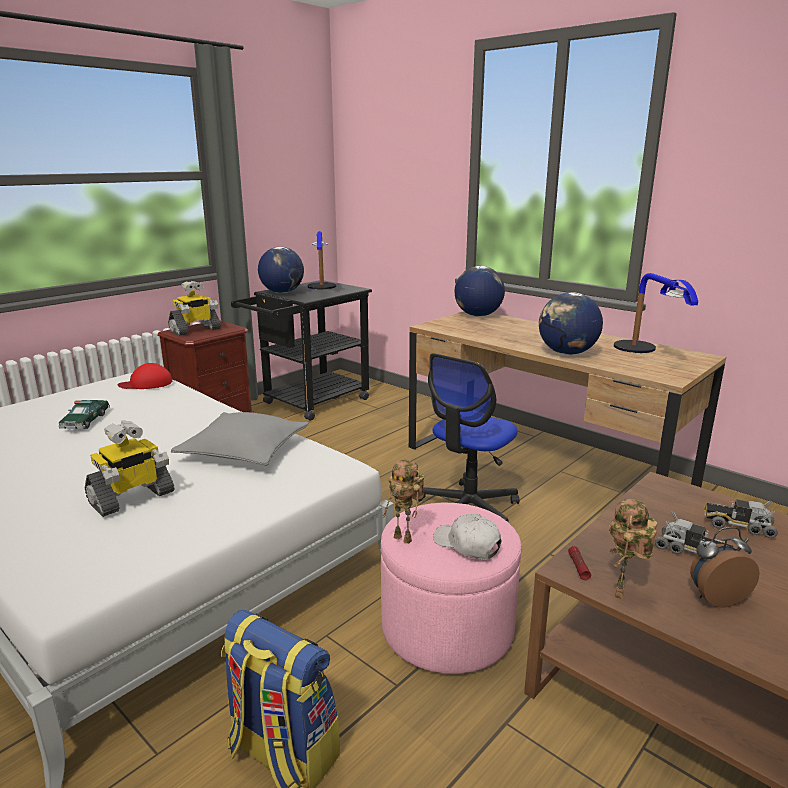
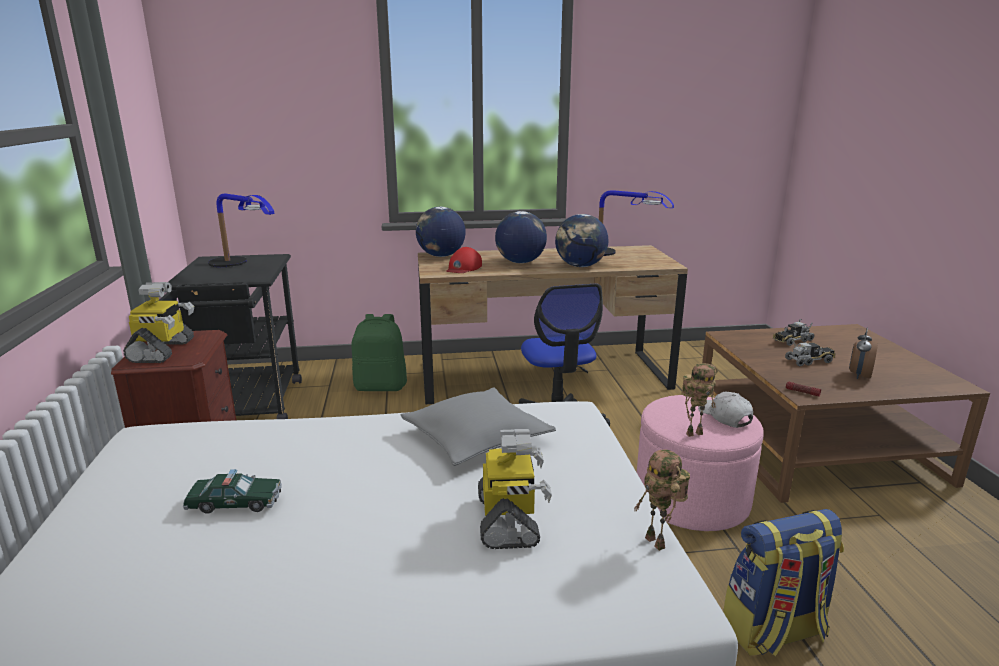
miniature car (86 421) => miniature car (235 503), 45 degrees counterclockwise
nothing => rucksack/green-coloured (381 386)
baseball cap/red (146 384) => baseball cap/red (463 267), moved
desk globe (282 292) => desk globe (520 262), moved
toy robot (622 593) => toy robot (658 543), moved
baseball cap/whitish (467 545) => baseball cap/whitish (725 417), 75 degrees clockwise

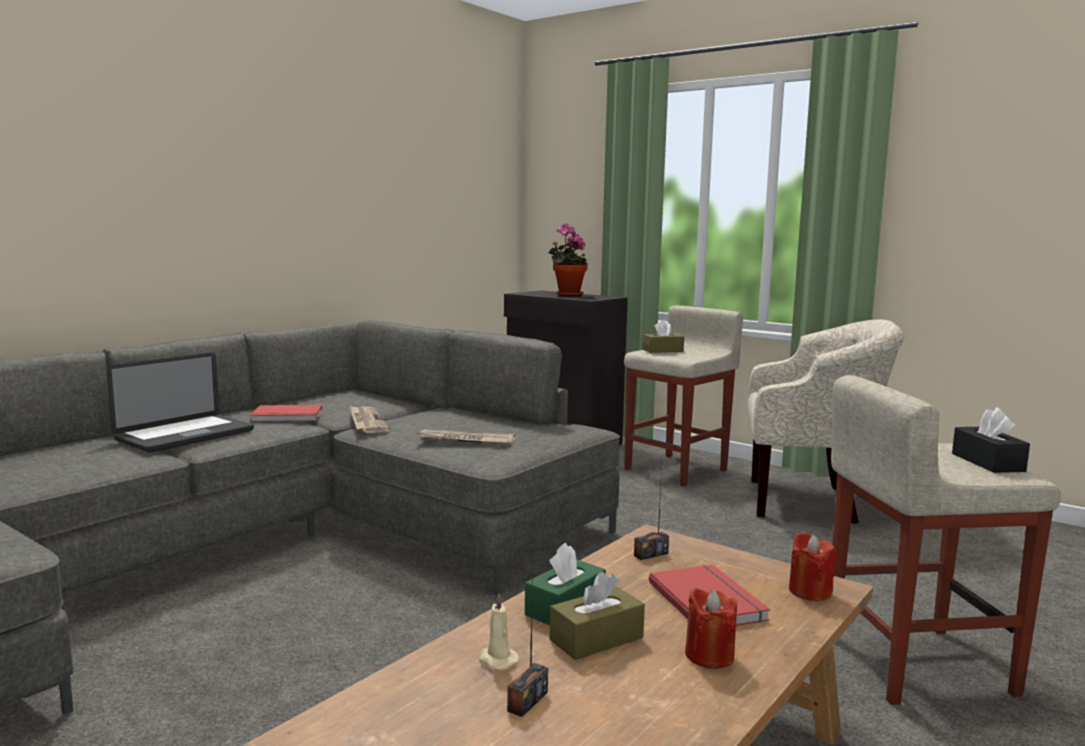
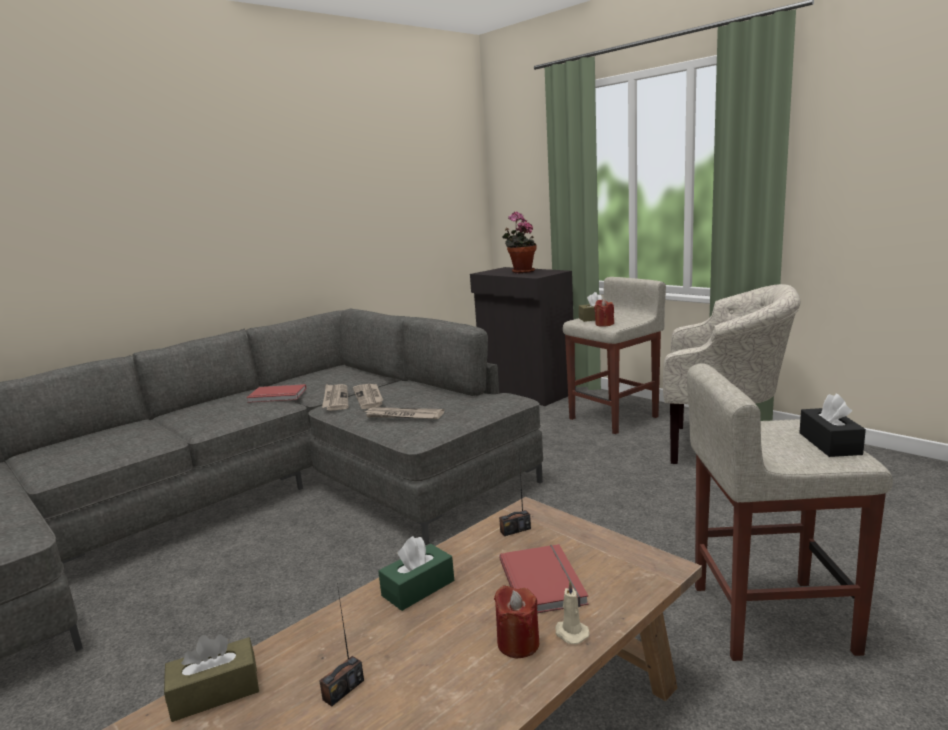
tissue holder/brown-coloured (596 639) => tissue holder/brown-coloured (215 692), moved
nothing => printed paper (369 397)
wax candle/sand-coloured (496 660) => wax candle/sand-coloured (570 633), moved
wax candle/red (809 591) => wax candle/red (604 324), moved
portable computer (185 435) => nothing

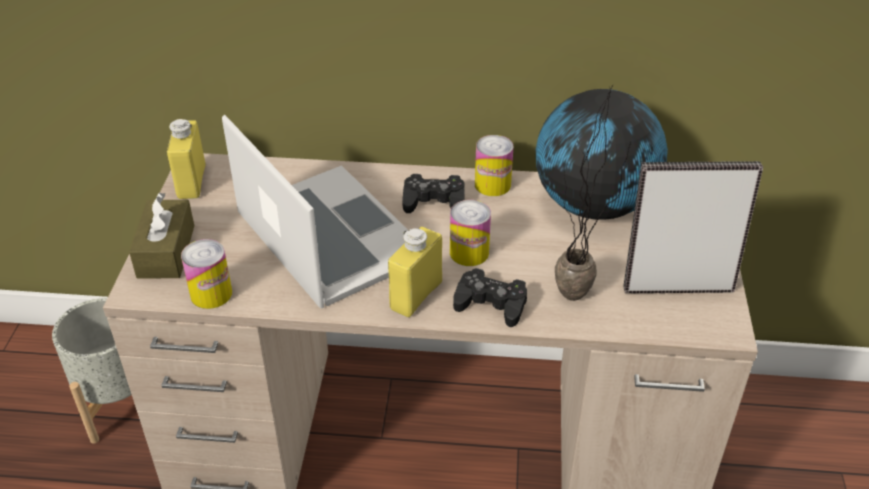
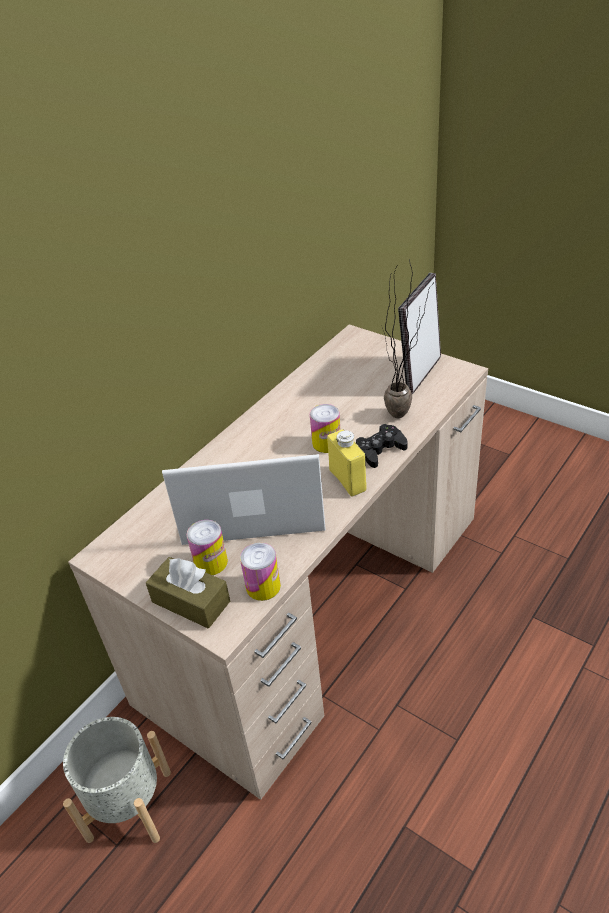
can (492 185) => can (211 562), moved
drink bottle/yellow-coloured (191 182) => nothing
gamepad/blackish (434 201) => nothing
desk globe (594 206) => nothing

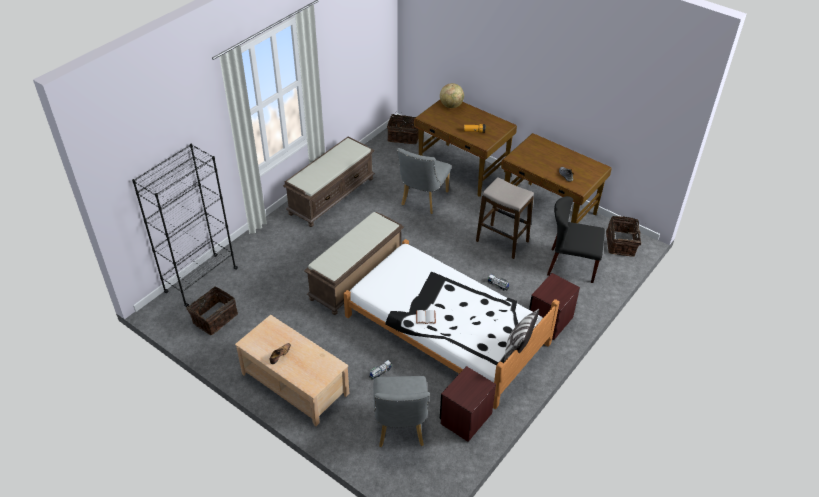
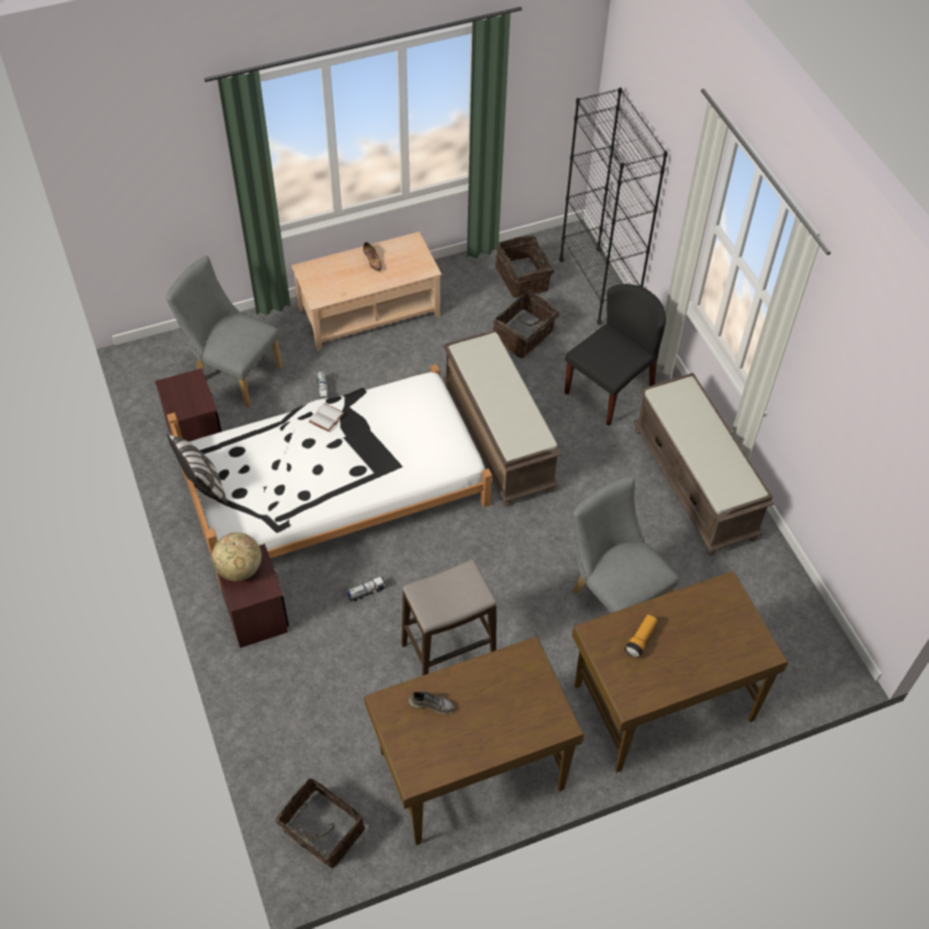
desk globe (451 105) => desk globe (239 569), moved
household basket (404 136) => household basket (524 336), moved
chair/blackish (571 265) => chair/blackish (609 389), moved

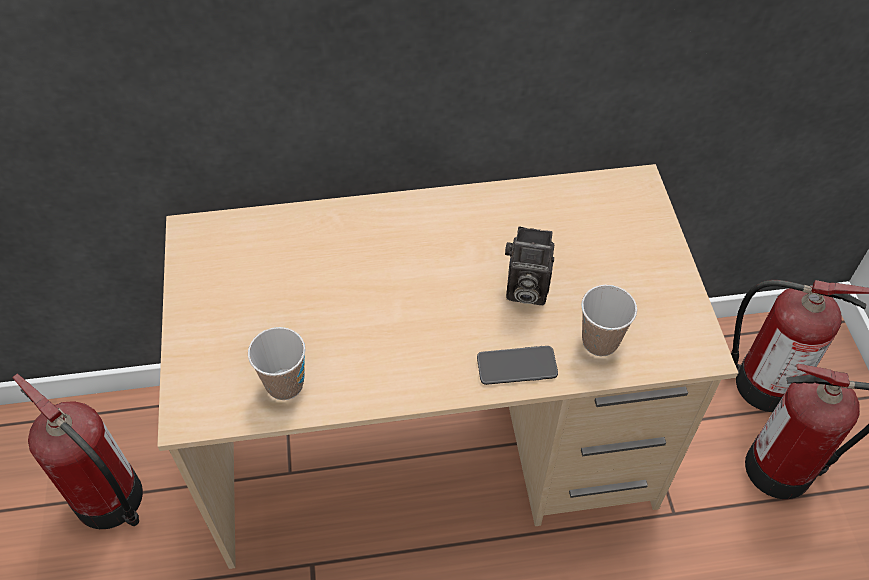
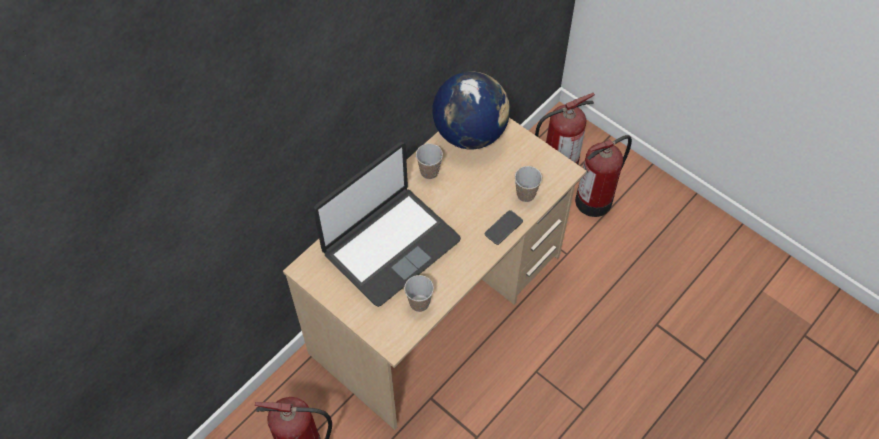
nothing => portable computer (390 245)
nothing => cup (429 172)
nothing => desk globe (470 133)
photo camera (524 290) => nothing

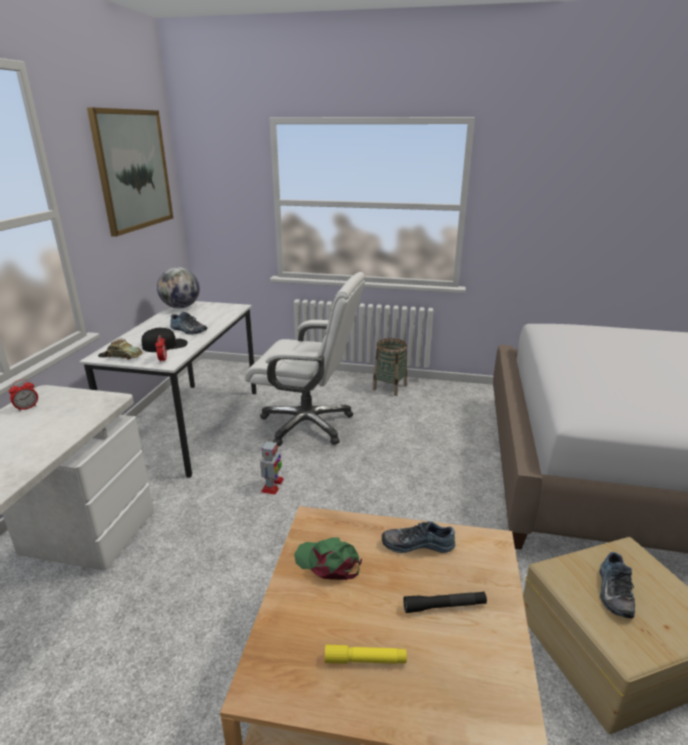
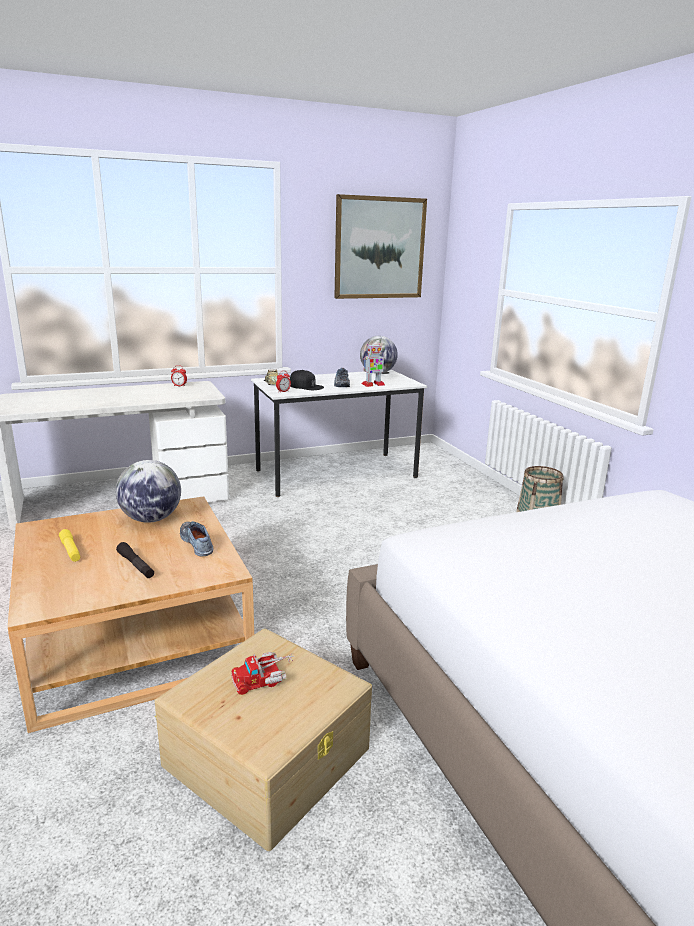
baseball cap/green-coloured (328 562) => desk globe (151 519)
item of footwear (613 591) => toy lorry (264 678)
toy robot (272 486) => toy robot (373 384), moved
office chair/whitish (308 424) => nothing

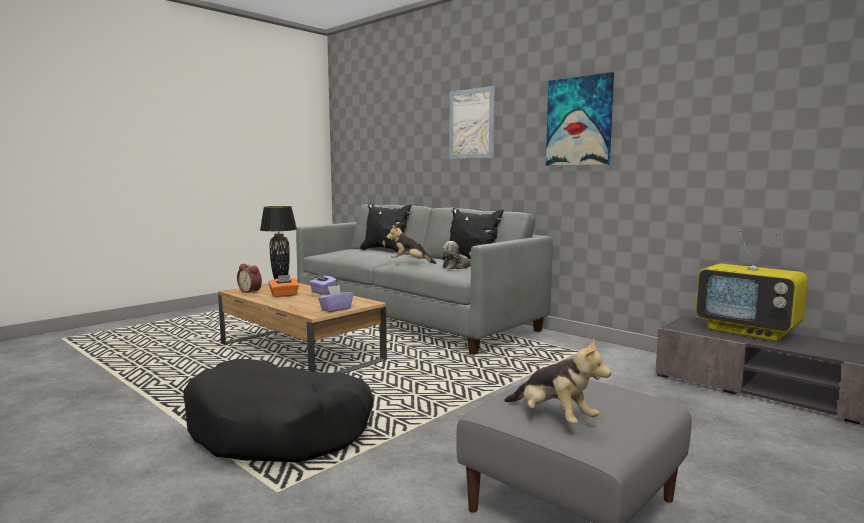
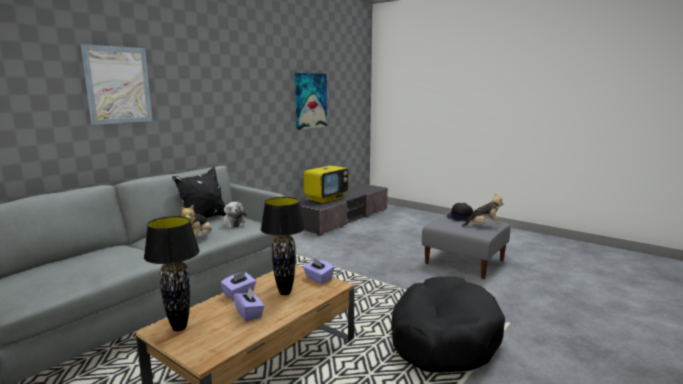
tissue holder/orange-coloured (284 295) => tissue holder/purple-coloured (249 314)
nothing => table lamp/blackish (285 292)
wall art (579 121) => wall art (310 100), moved
nothing => hat/blackish (461 217)
cuddly toy (553 418) => cuddly toy (483 225), 45 degrees clockwise
alarm clock (251 291) => nothing
cushion/blackish (385 251) => nothing

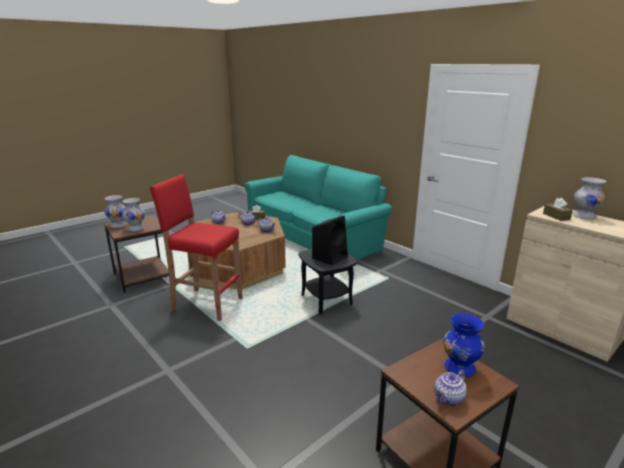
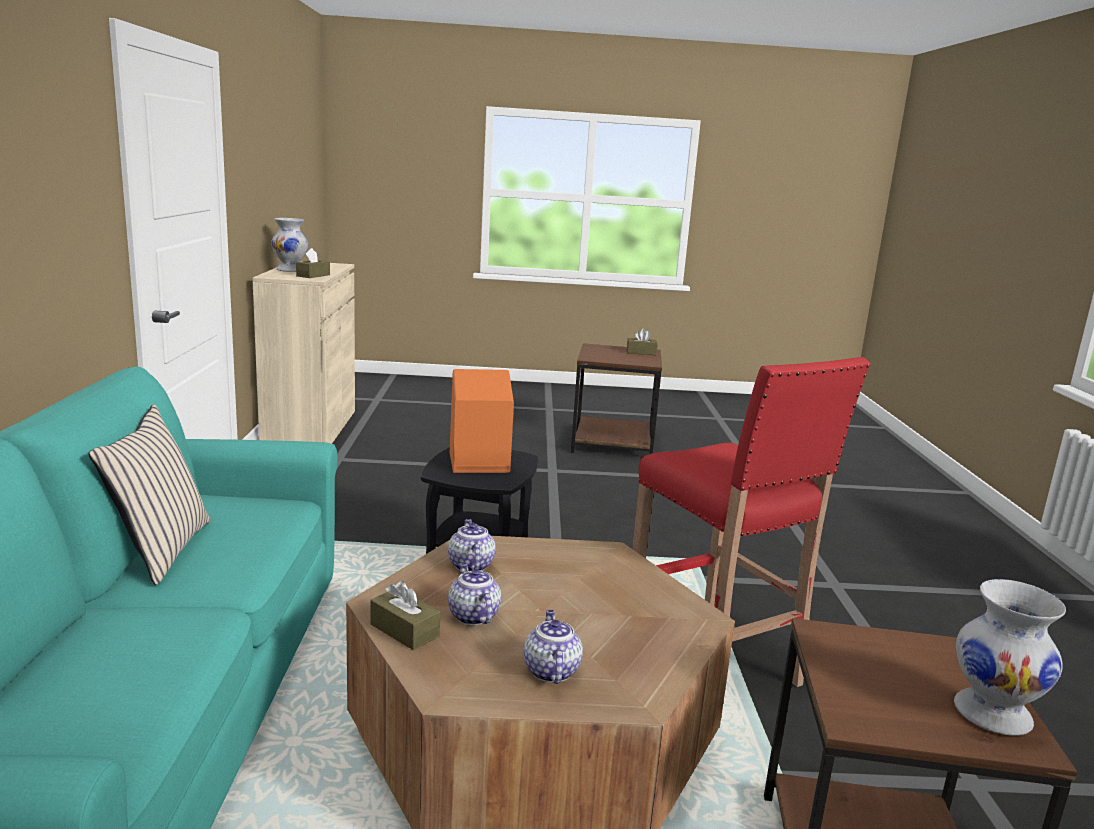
nothing => cushion/sand-coloured (160 550)
loudspeaker/blackish (330 257) => loudspeaker/orange-coloured (477 463)
teapot (448 399) => tissue holder/brown-coloured (641 352)
decorative vase/whitish (136 228) => nothing
decorative vase/blue (460 368) => nothing

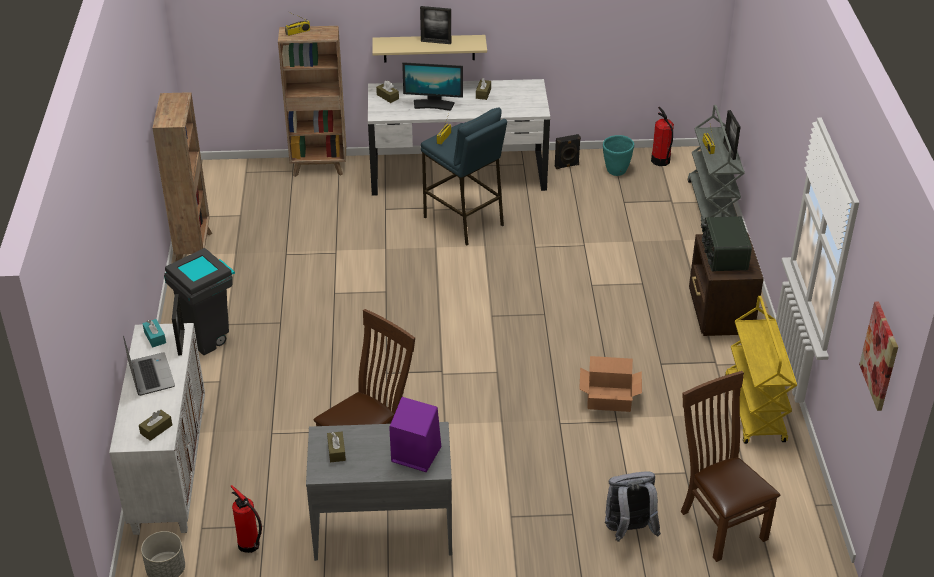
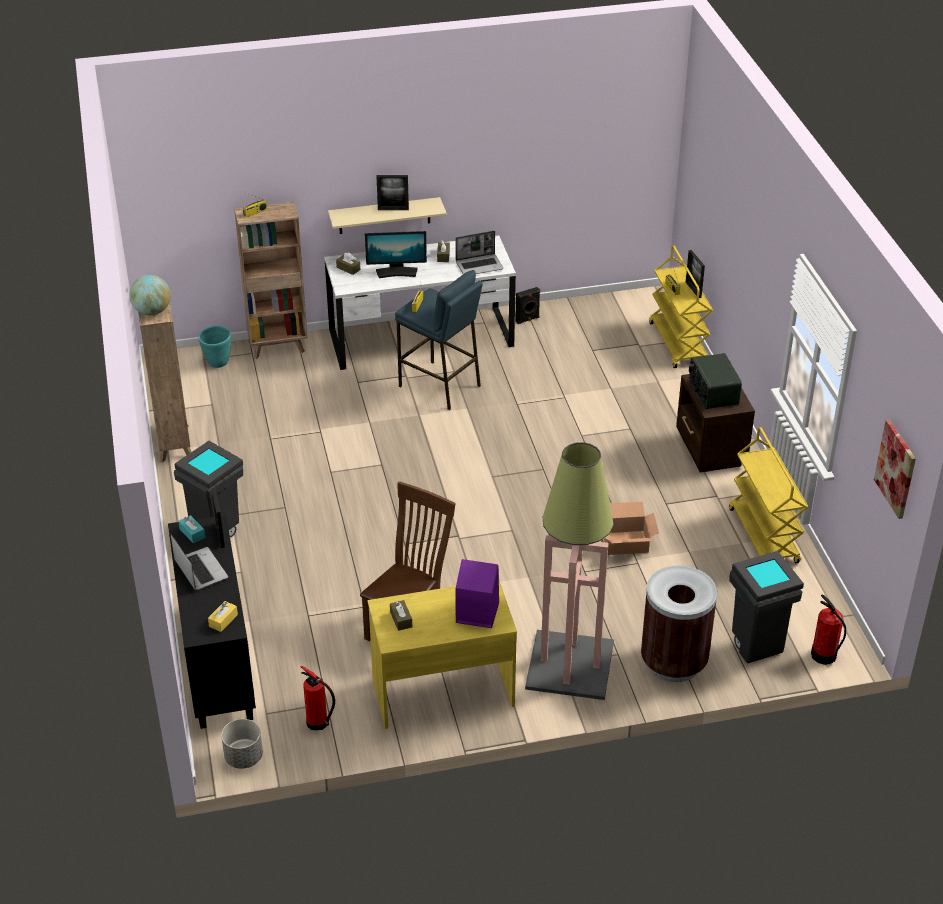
nothing => desk globe (152 311)
storage cabinet/whitish (169 468) => storage cabinet/blackish (216 661)
planter/turquoise (616 171) => planter/turquoise (218 363), moved
tissue holder/brown-coloured (156 429) => tissue holder/yellow-coloured (223 620)
desk table/greyish (382 528) => desk table/yellow-coloured (442 691)
nothing => portable computer (479 265)
nothing => floor lamp (568 666)
rucksack/greyish (628 530) => waste bin/brown-coloured (673 662)
wheeled cart/greyish (712 204) => wheeled cart/yellow-coloured (678 344)
chair/brown-coloured (719 522) => waste bin/greyish (754 644)
extinguisher (660 161) => extinguisher (823 655), moved

